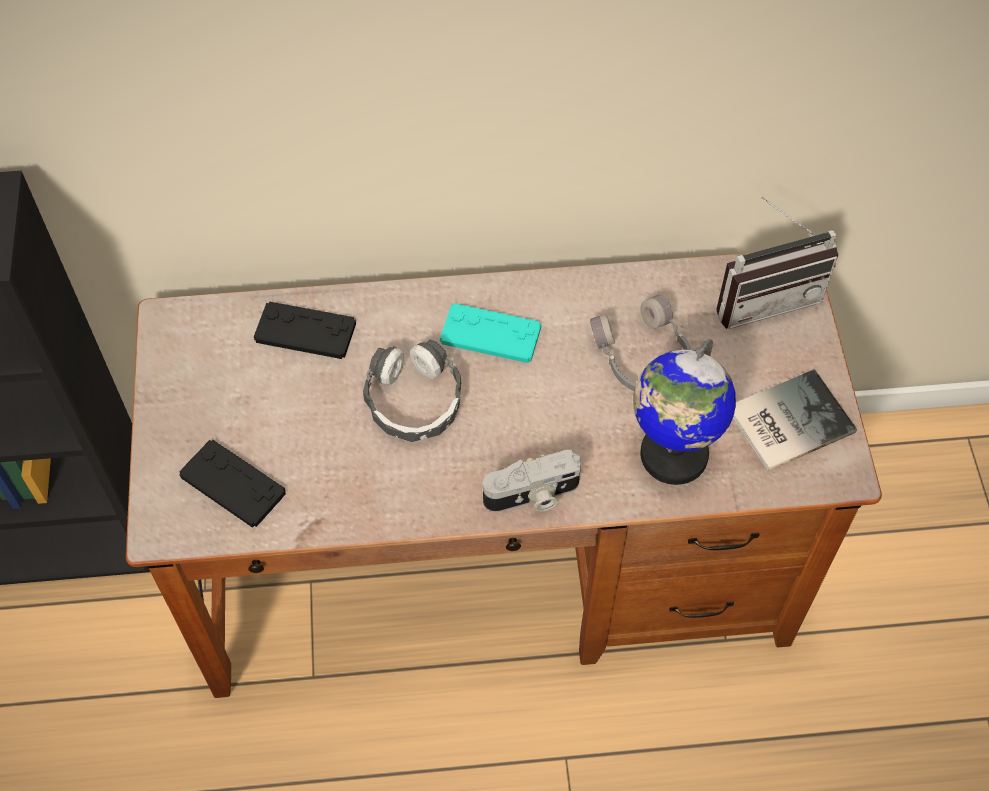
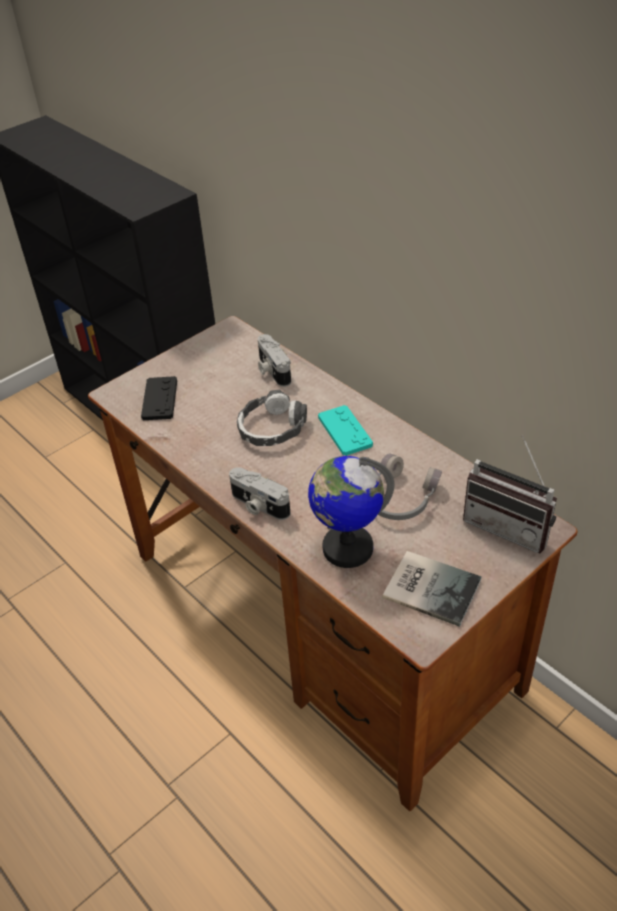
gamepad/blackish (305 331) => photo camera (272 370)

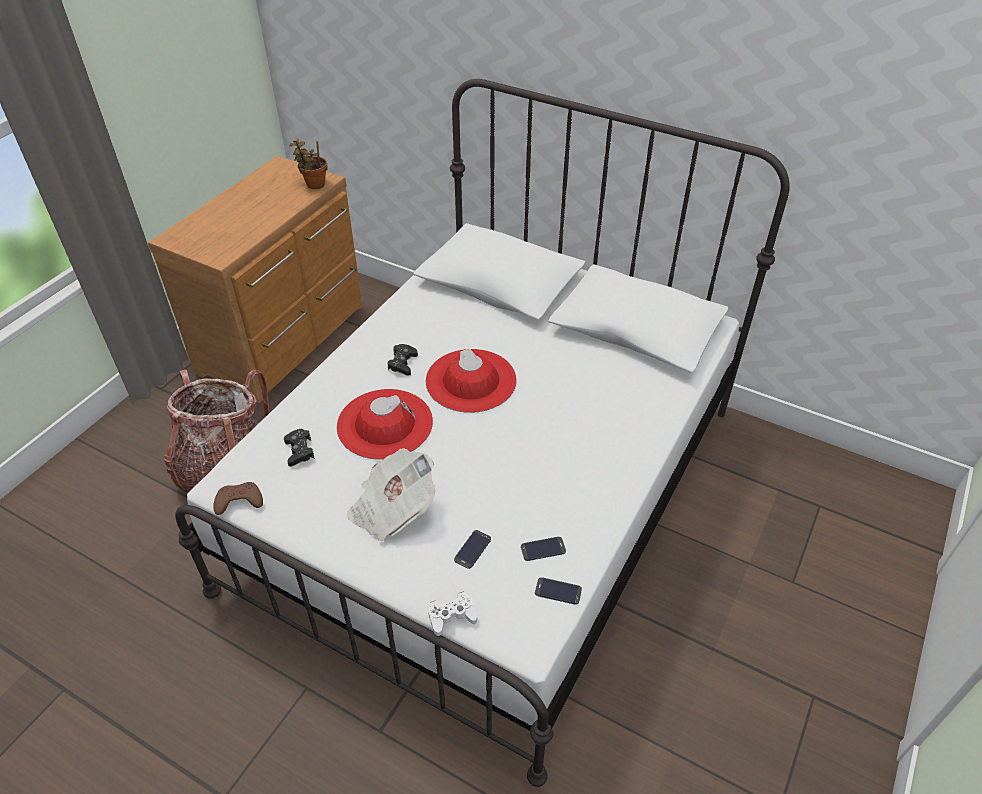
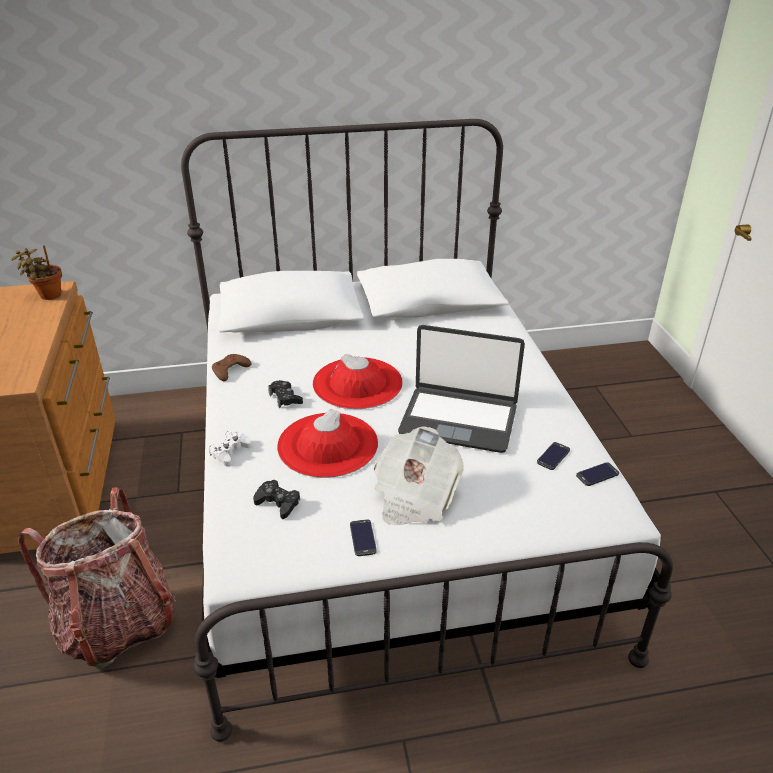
gamepad/whitish (452 616) => gamepad/whitish (230 452), moved
gamepad/brown-coloured (239 501) => gamepad/brown-coloured (230 370), moved
handset (472 549) => handset (362 538), moved
nothing => portable computer (459 419)

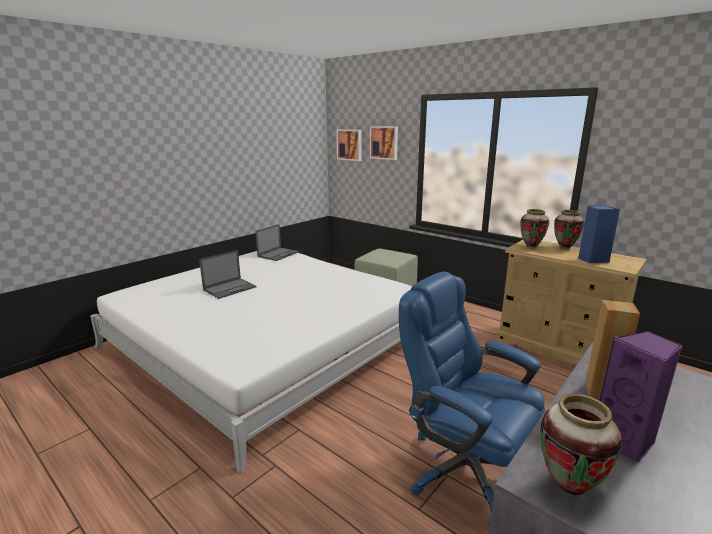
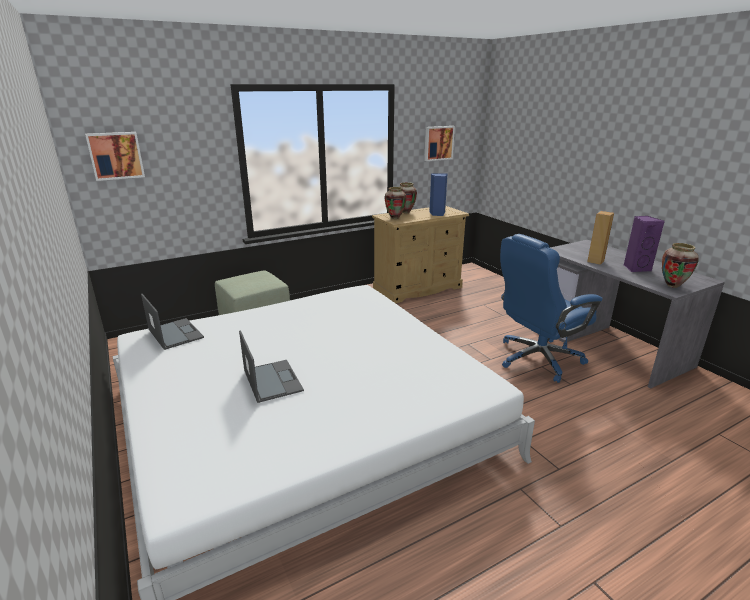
wall art (384 142) => wall art (438 143), moved

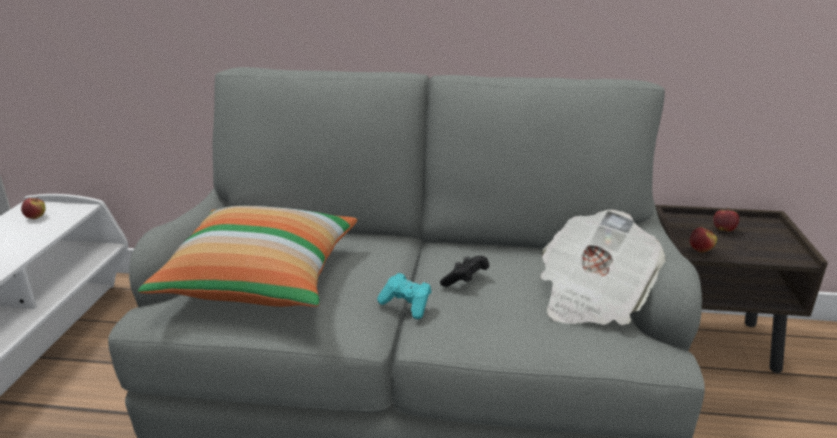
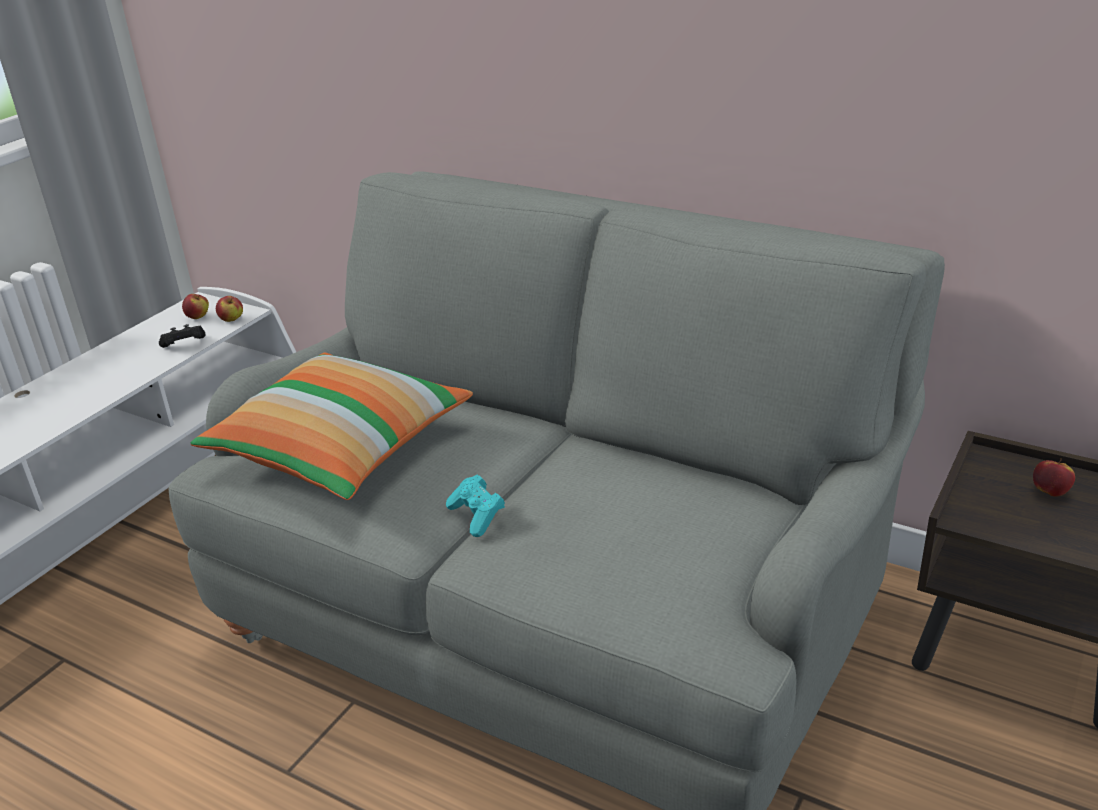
gamepad/blackish (465 281) => gamepad/blackish (184 346), moved
apple (700 250) => apple (231 320), moved
printed paper (592 296) => nothing

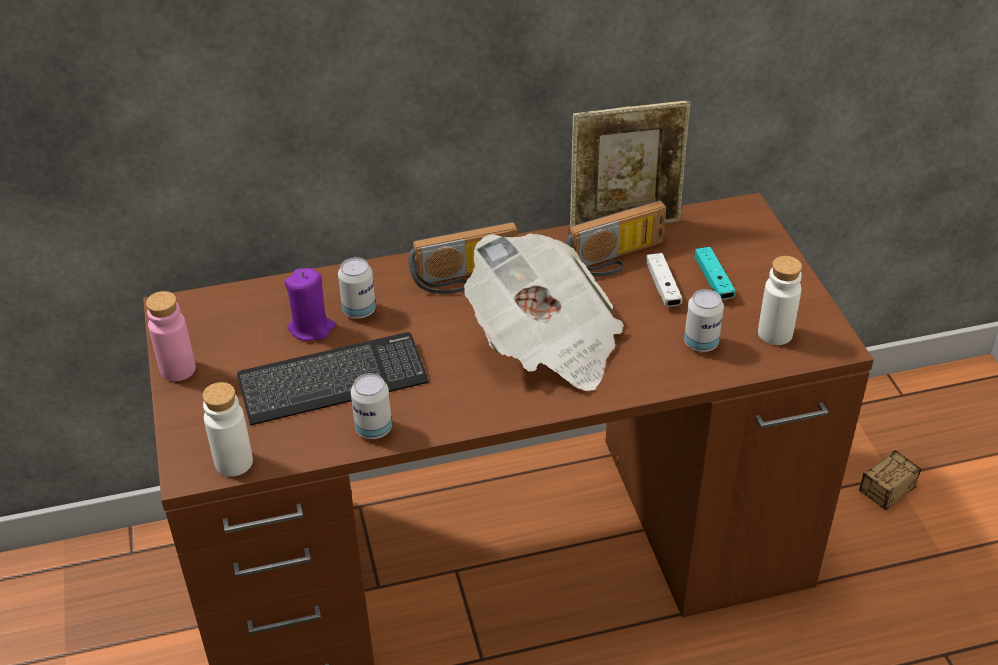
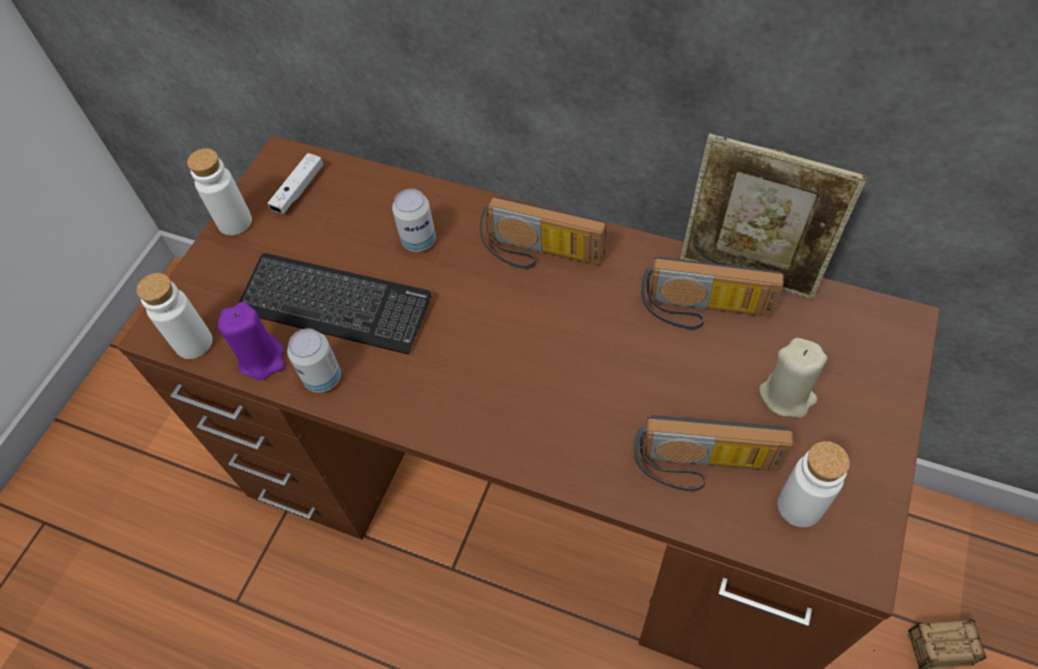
drink bottle/pink-coloured (178 369) => drink bottle/whitish (235 222)
wax candle/purple-coloured (311 328) => wax candle/purple-coloured (262 359), moved
gamepad/whitish (663 287) => gamepad/whitish (298 190), moved
can (701 343) => radio receiver (705 469)
gamepad/turquoise (713 280) => wax candle/sand-coloured (787 396)
printed paper (545 342) => nothing

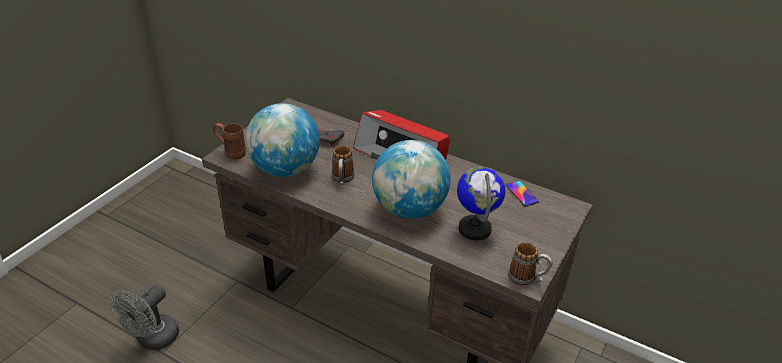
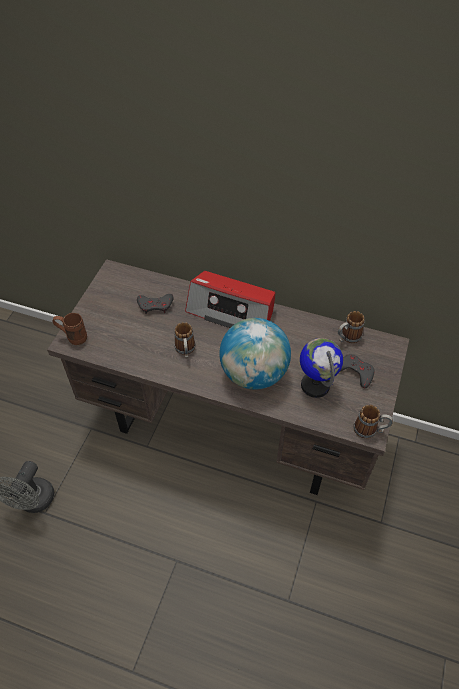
handset (522 194) => mug (347 338)
nothing => gamepad/greyish (355 372)
desk globe (285 169) => nothing

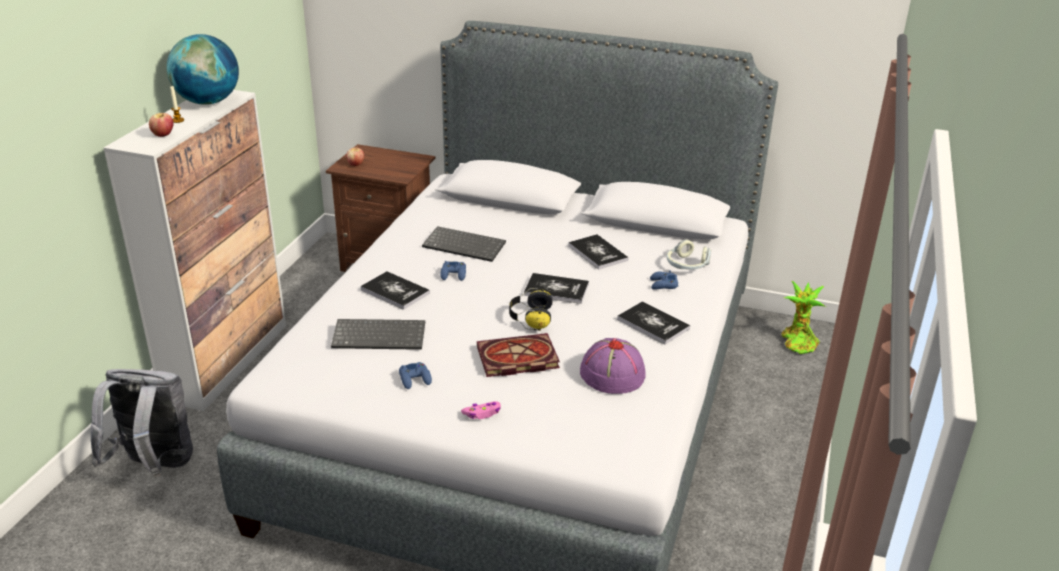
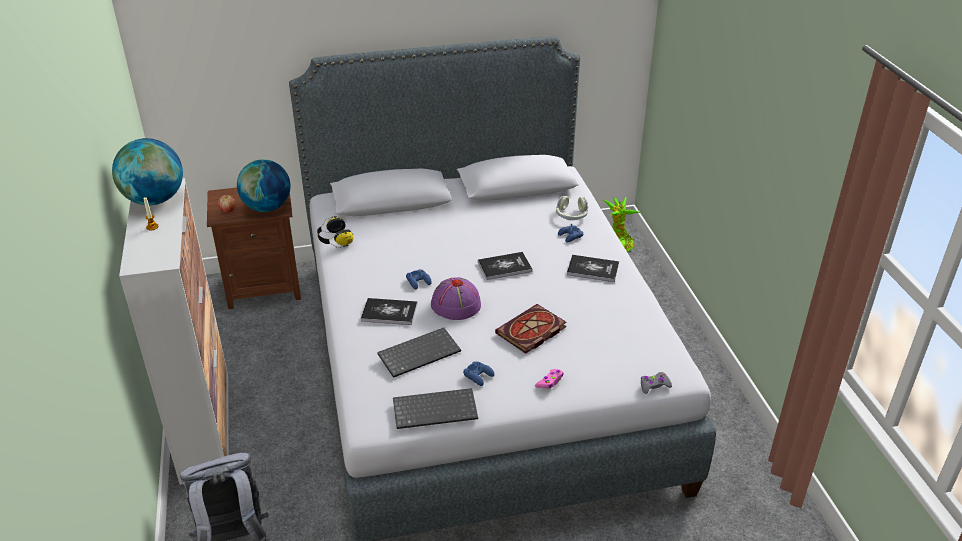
nothing => desk globe (267 207)
headphones (530 318) => headphones (334 240), moved
computer keyboard (465 245) => computer keyboard (436 409), moved
hat/purple-coloured (611 374) => hat/purple-coloured (455 305), moved
nothing => gamepad/greyish (654 385)
apple (163 135) => nothing
book (597 253) => nothing

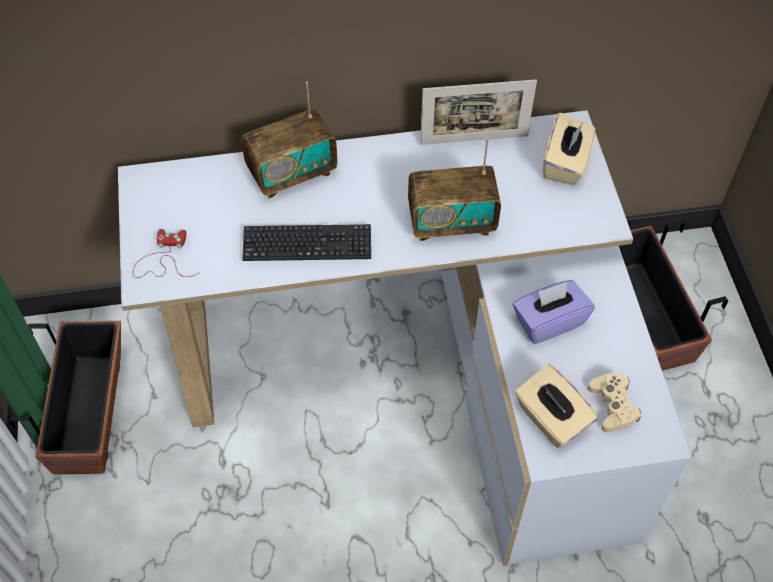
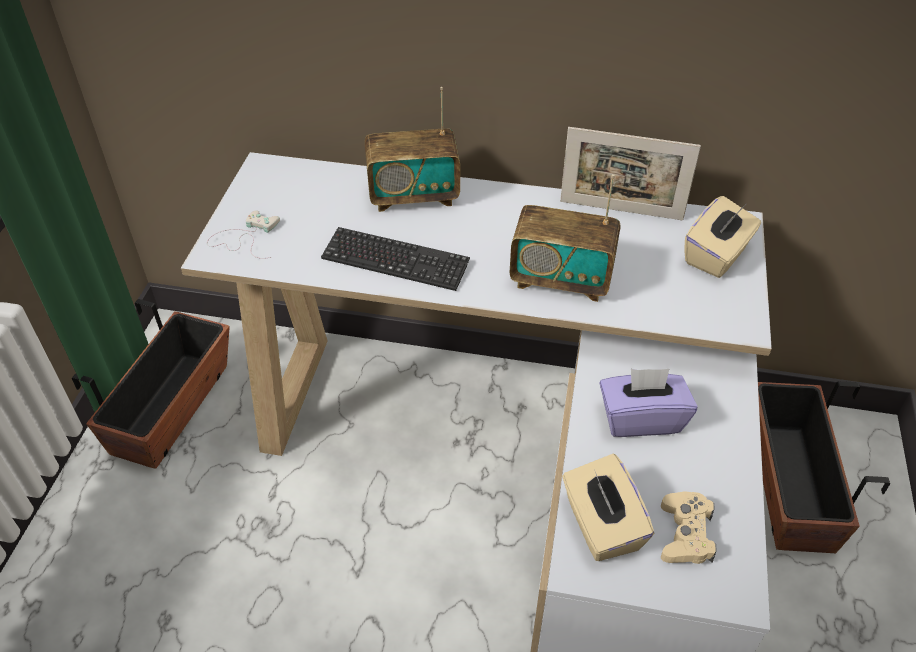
gamepad/red (163 259) => gamepad/whitish (245 238)

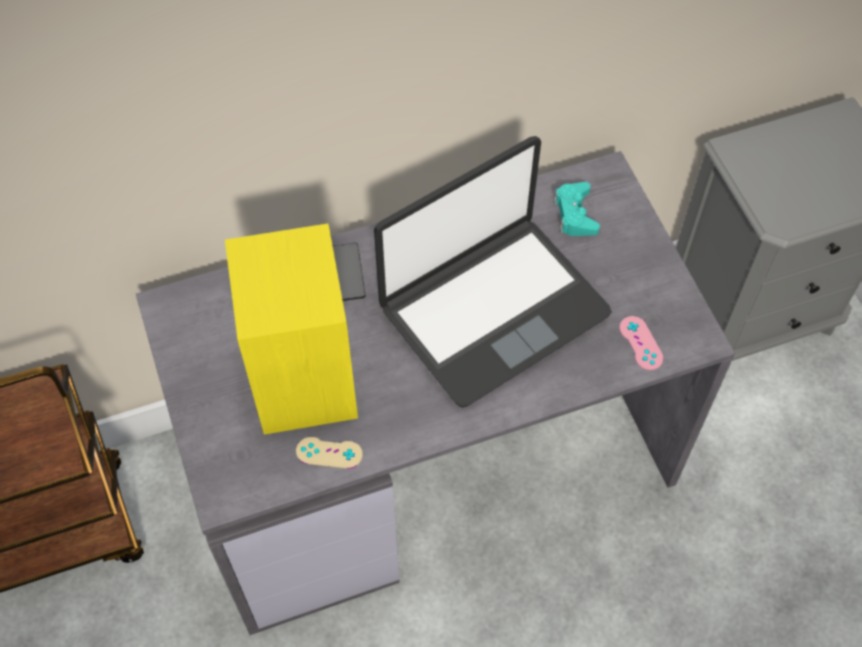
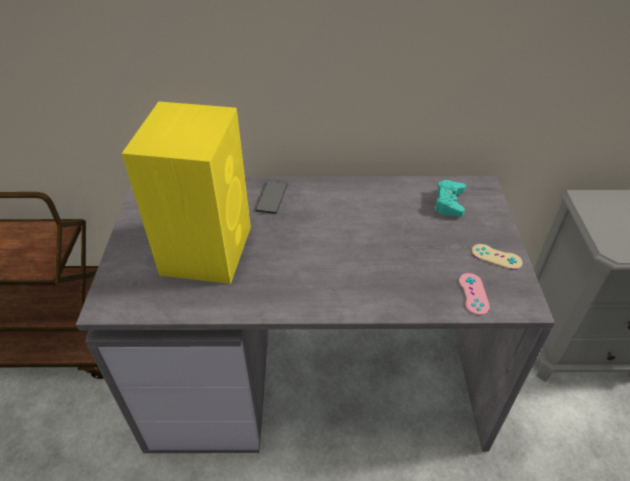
gamepad/sand-coloured (329 453) => gamepad/sand-coloured (496 257), moved
portable computer (492 310) => nothing

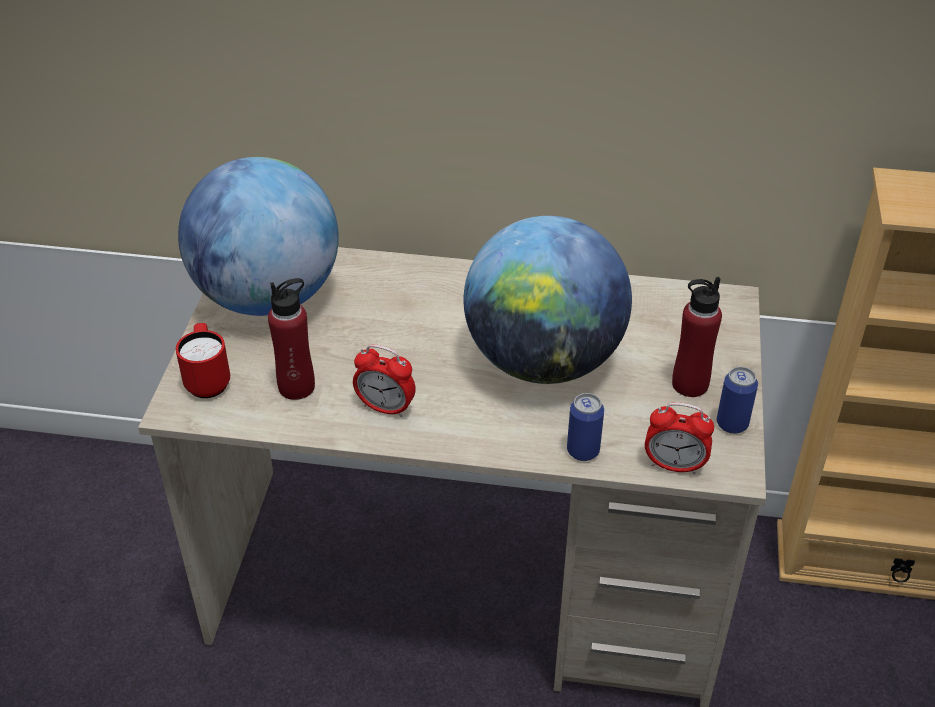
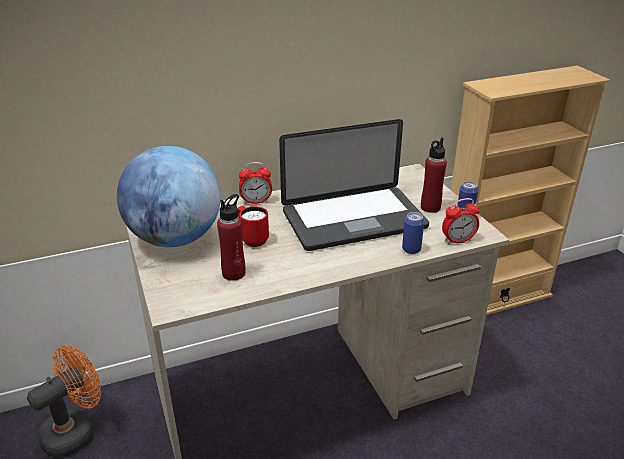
nothing => fan/orange-coloured (76 430)
mug/red (208 380) => mug/red (252 238), moved
alarm clock (385 408) => alarm clock (256 201), moved
desk globe (543 361) => portable computer (354 220)

